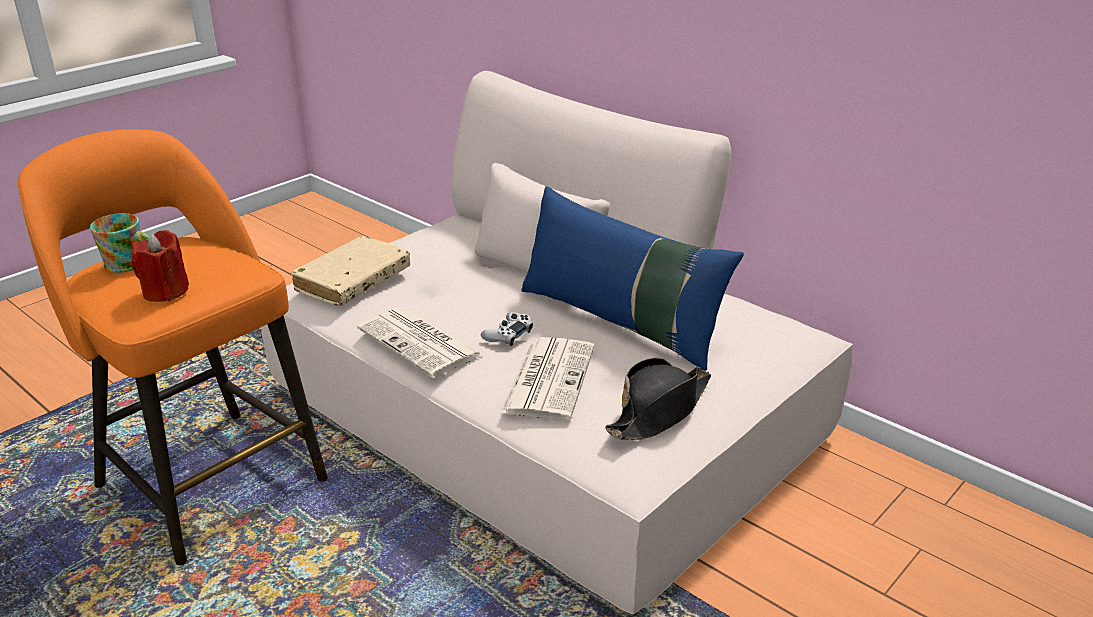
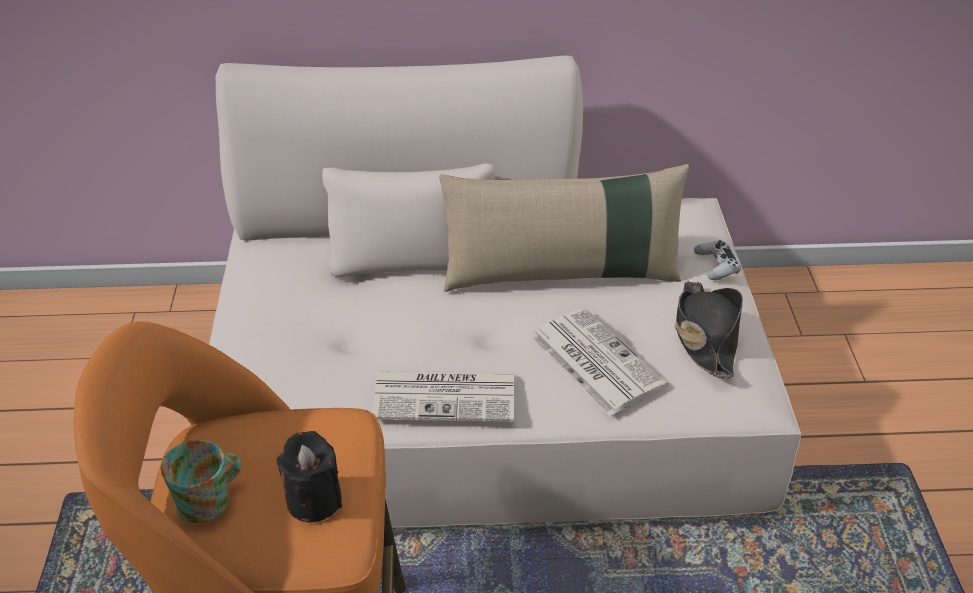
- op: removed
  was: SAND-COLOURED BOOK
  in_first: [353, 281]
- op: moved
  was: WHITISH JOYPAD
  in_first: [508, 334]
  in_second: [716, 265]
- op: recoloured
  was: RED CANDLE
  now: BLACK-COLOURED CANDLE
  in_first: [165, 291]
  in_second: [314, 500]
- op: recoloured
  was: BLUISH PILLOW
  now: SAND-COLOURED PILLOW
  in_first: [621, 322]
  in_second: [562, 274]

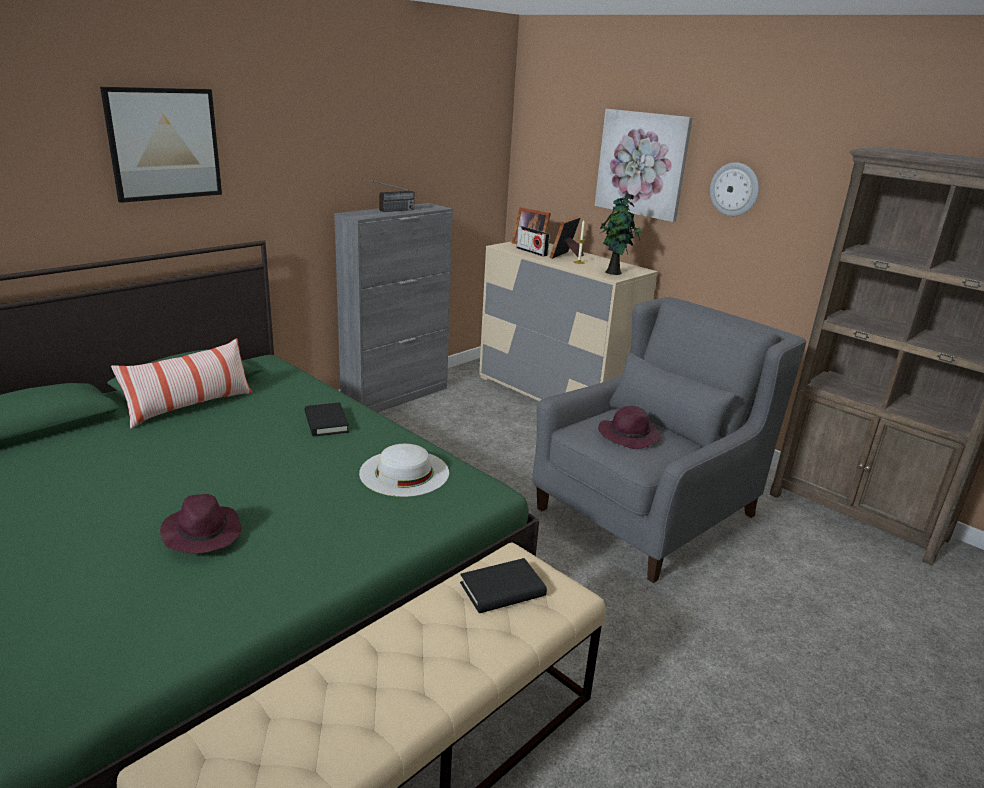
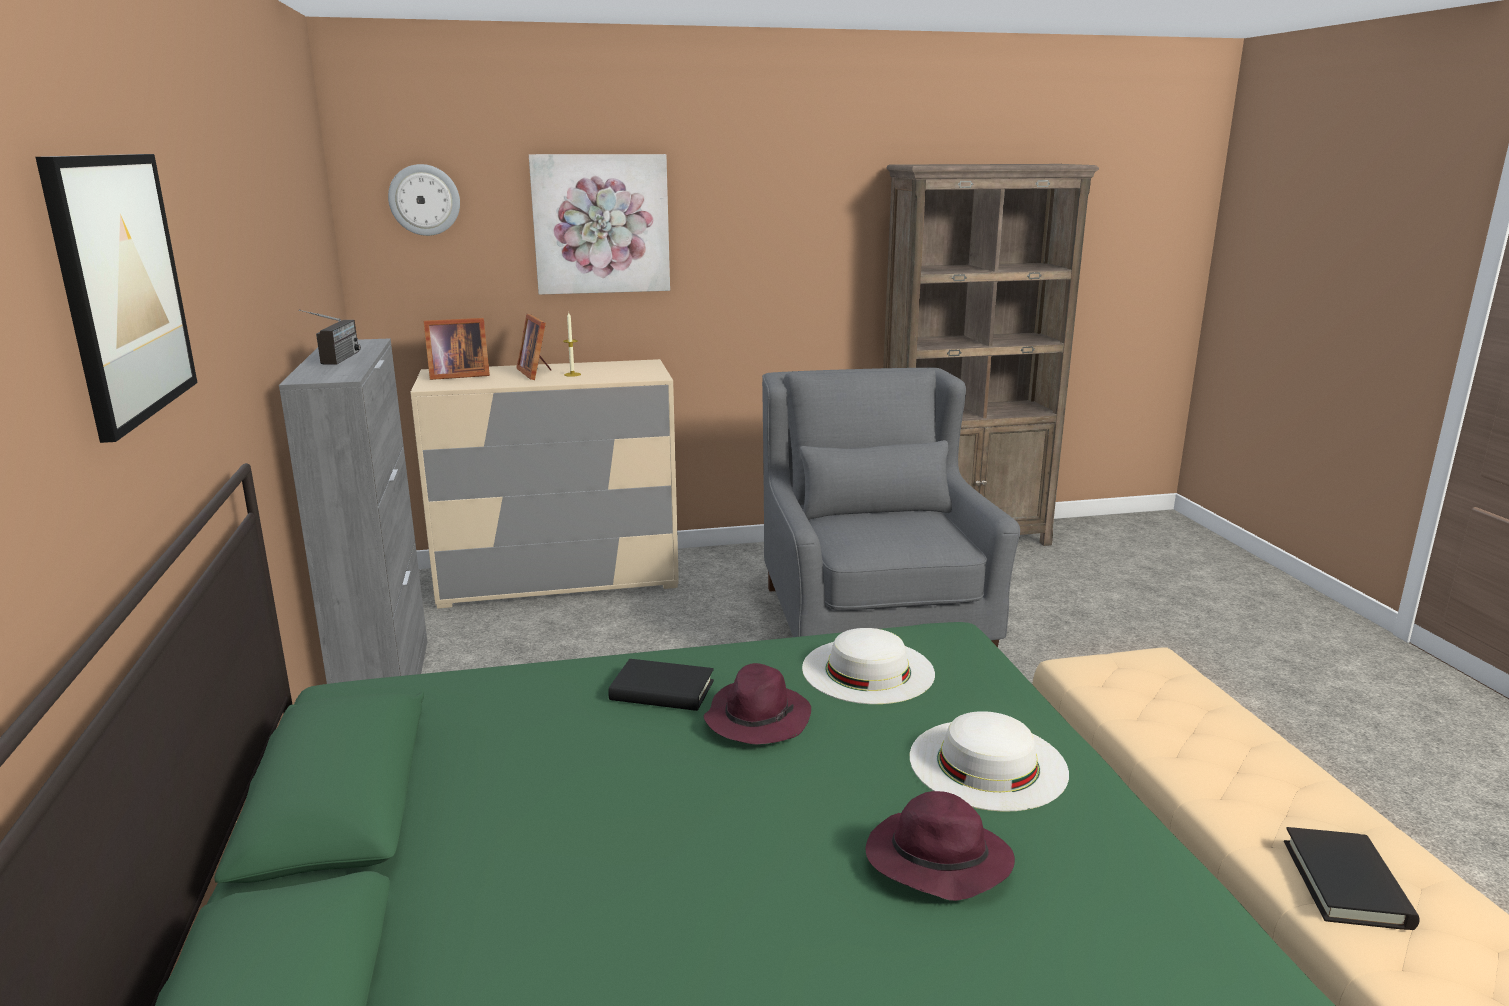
- op: removed
  was: PILLOW
  in_first: [190, 407]
- op: removed
  was: RADIO
  in_first: [531, 252]
- op: removed
  was: POTTED PLANT
  in_first: [614, 273]
- op: added
  now: WHITISH WEARABLE HAT
  in_second: [987, 763]
- op: moved
  was: BLACK-COLOURED BOOK
  in_first: [502, 590]
  in_second: [1346, 884]
- op: moved
  was: PURPLISH WEARABLE HAT
  in_first: [630, 435]
  in_second: [757, 718]
- op: moved
  was: CLOCK ON THE WALL
  in_first: [734, 189]
  in_second: [424, 200]

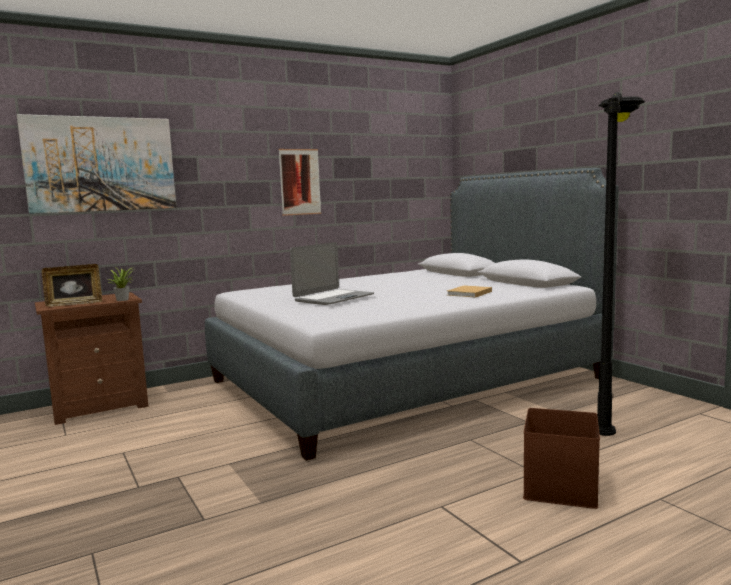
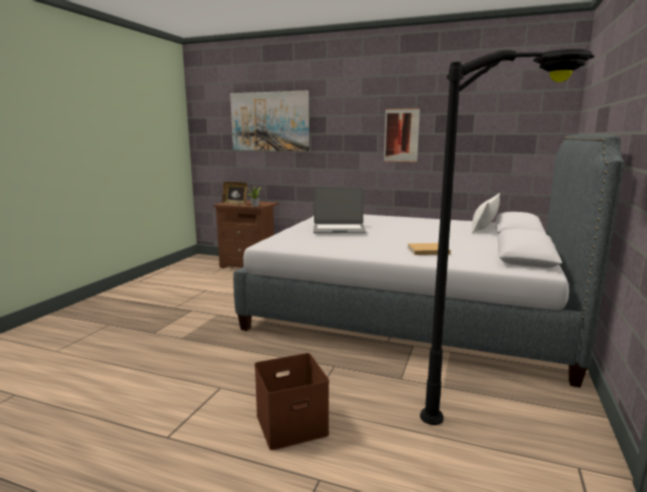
- op: added
  now: WHITISH PILLOW
  in_second: [484, 227]

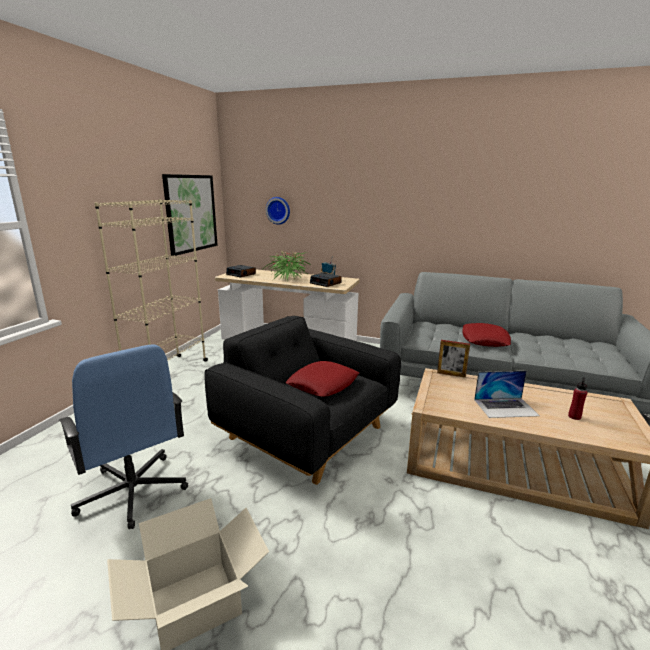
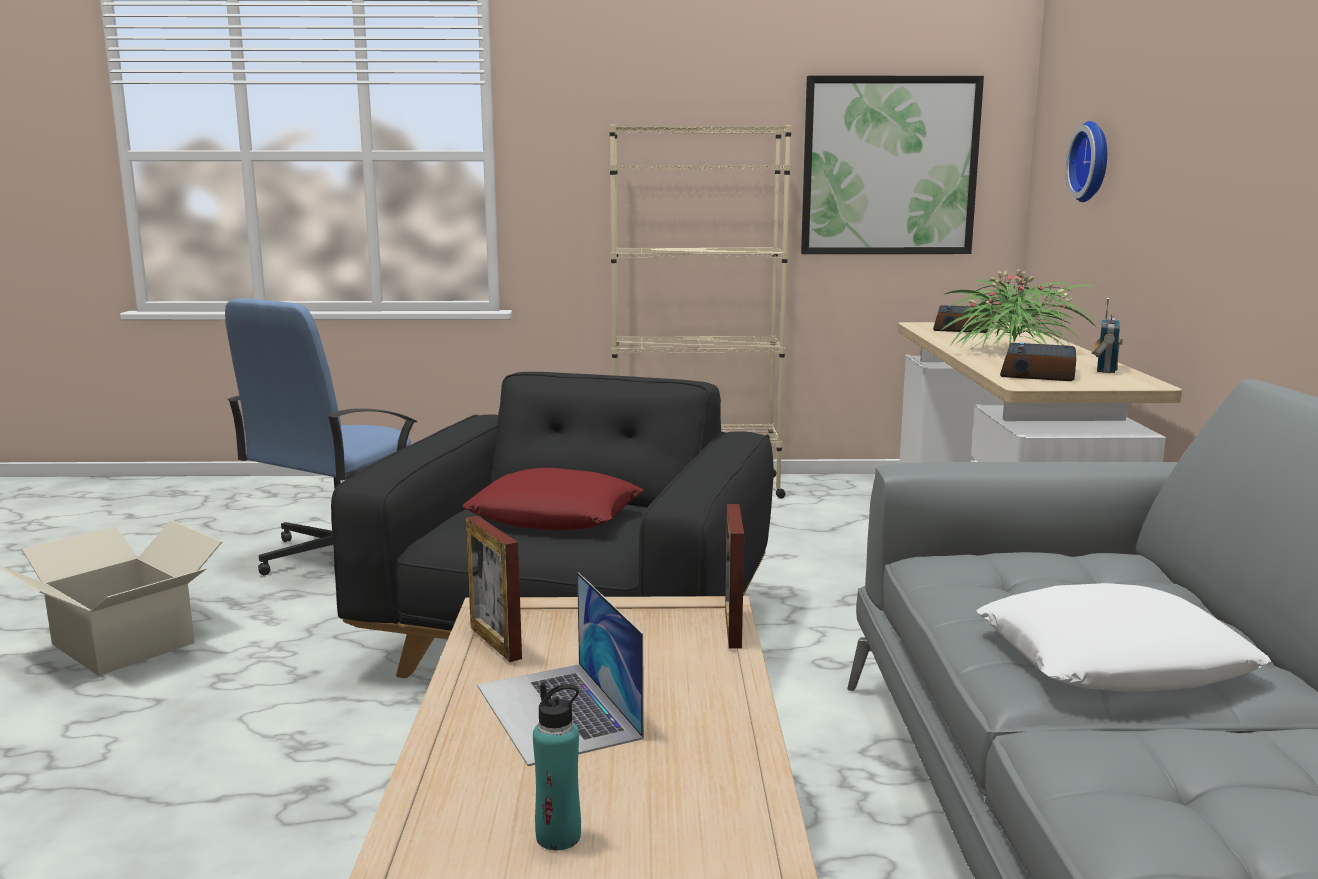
- op: added
  now: PHOTO FRAME
  in_second: [495, 643]
- op: recoloured
  was: RED PILLOW
  now: WHITISH PILLOW
  in_first: [484, 340]
  in_second: [1114, 659]
- op: recoloured
  was: RED BEVERAGE BOTTLE
  now: BLUE-GREEN BEVERAGE BOTTLE
  in_first: [574, 416]
  in_second: [558, 837]

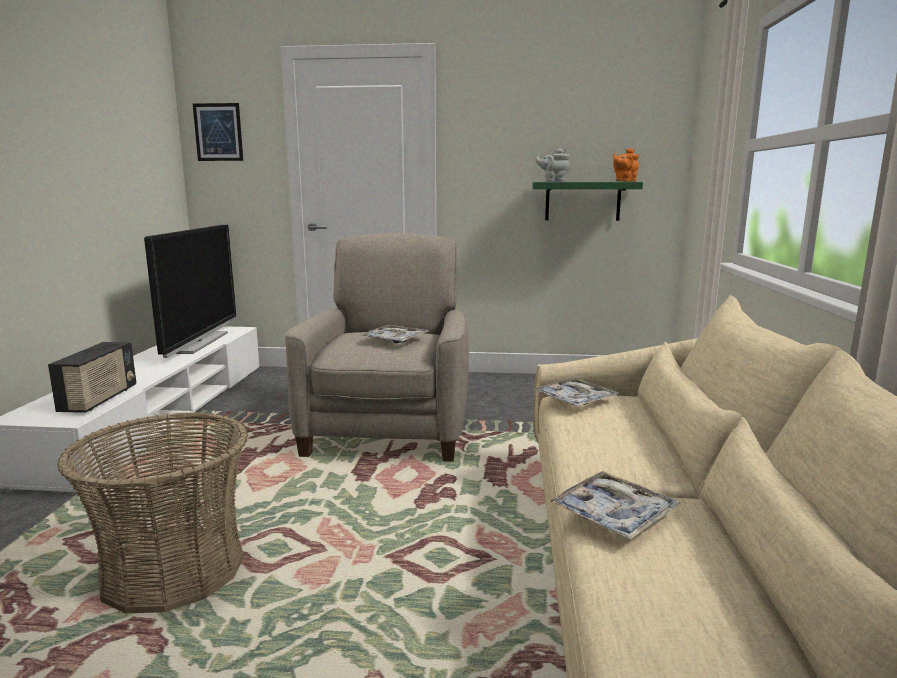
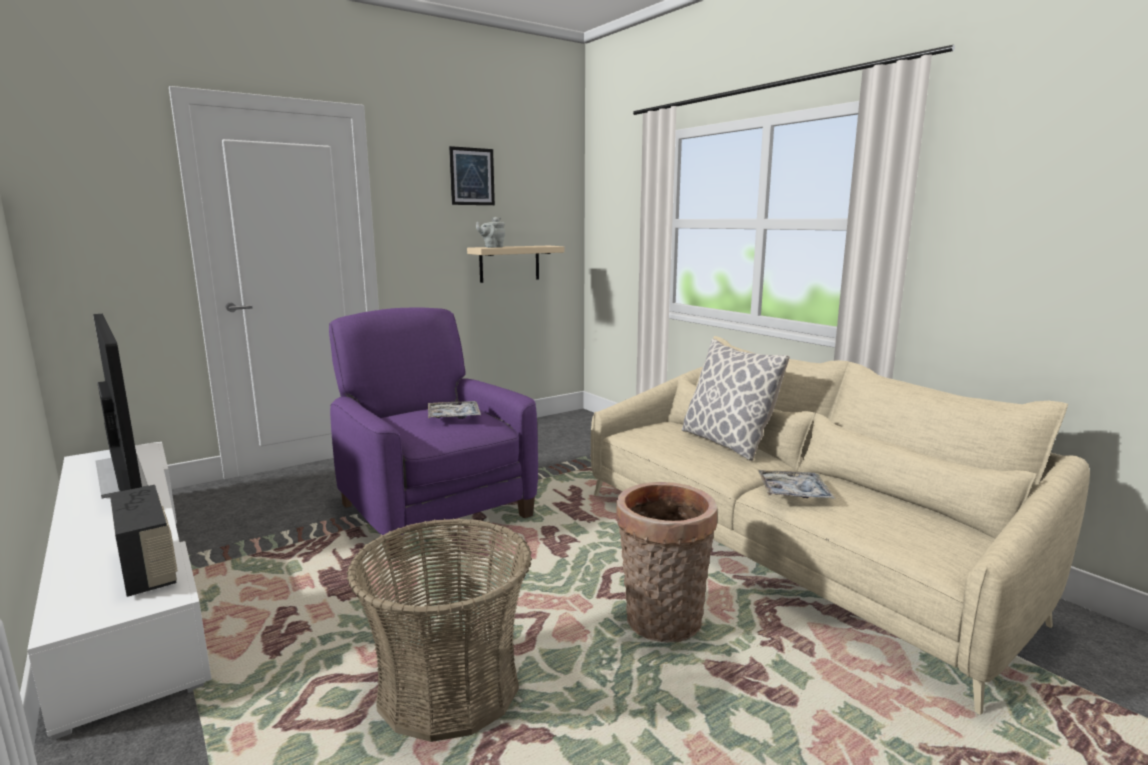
- op: removed
  was: TRAY
  in_first: [575, 400]
- op: removed
  was: ORANGE-COLOURED TEAPOT
  in_first: [624, 181]
- op: added
  now: HOUSEHOLD BASKET
  in_second: [662, 624]
- op: added
  now: PILLOW
  in_second: [726, 443]
- op: moved
  was: WALL PICTURE
  in_first: [218, 132]
  in_second: [472, 176]
- op: recoloured
  was: SAND-COLOURED ARMCHAIR
  now: PURPLISH ARMCHAIR
  in_first: [389, 429]
  in_second: [434, 509]
- op: recoloured
  was: GREEN-COLOURED WALL SHELF
  now: SAND-COLOURED WALL SHELF
  in_first: [582, 201]
  in_second: [509, 263]

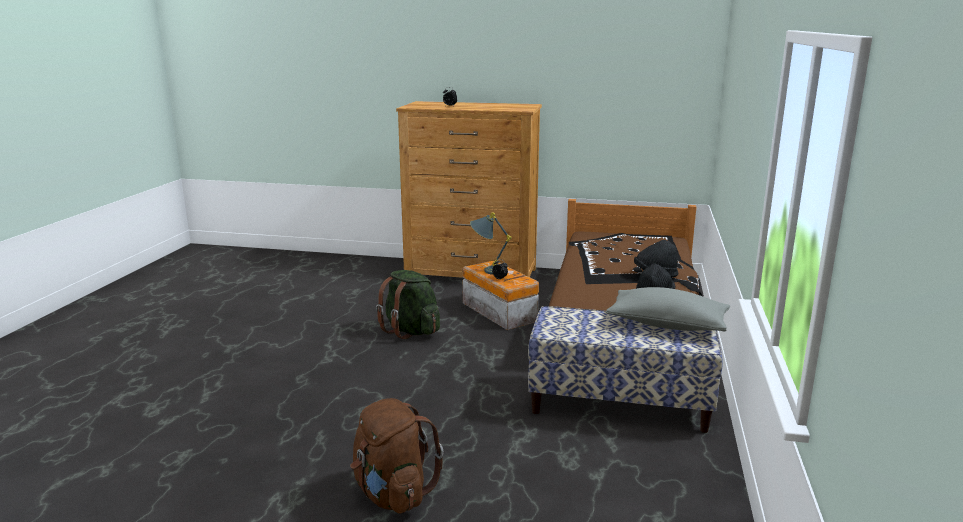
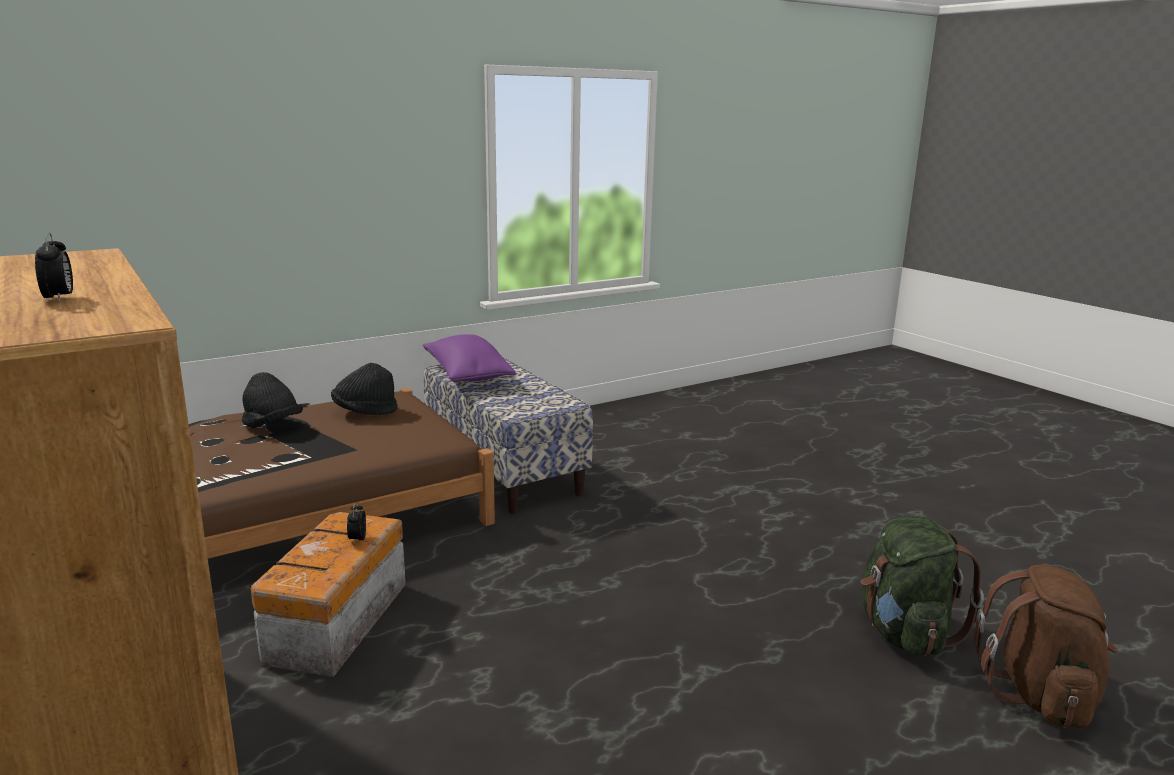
- op: removed
  was: GREYISH TABLE LAMP
  in_first: [487, 270]
- op: moved
  was: BROWNISH BACKPACK
  in_first: [392, 494]
  in_second: [1039, 694]
- op: moved
  was: GREEN-COLOURED BACKPACK
  in_first: [410, 331]
  in_second: [904, 633]
- op: recoloured
  was: GREYISH PILLOW
  now: PURPLISH PILLOW
  in_first: [667, 325]
  in_second: [467, 375]

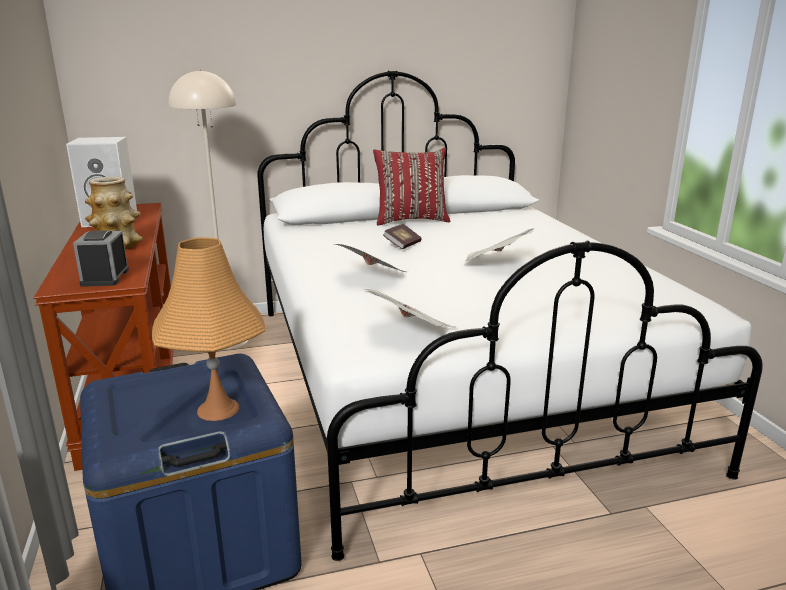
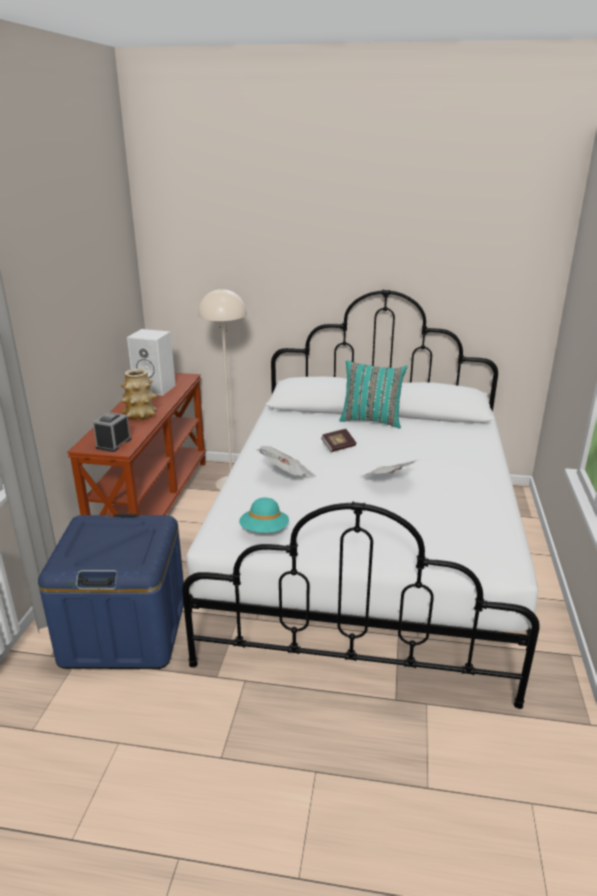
- op: removed
  was: ORANGE-COLOURED TABLE LAMP
  in_first: [218, 409]
- op: replaced
  was: PRINTED PAPER
  now: BLUE-GREEN WEARABLE HAT
  in_first: [410, 332]
  in_second: [264, 531]
- op: recoloured
  was: RED PILLOW
  now: BLUE-GREEN PILLOW
  in_first: [411, 220]
  in_second: [371, 420]

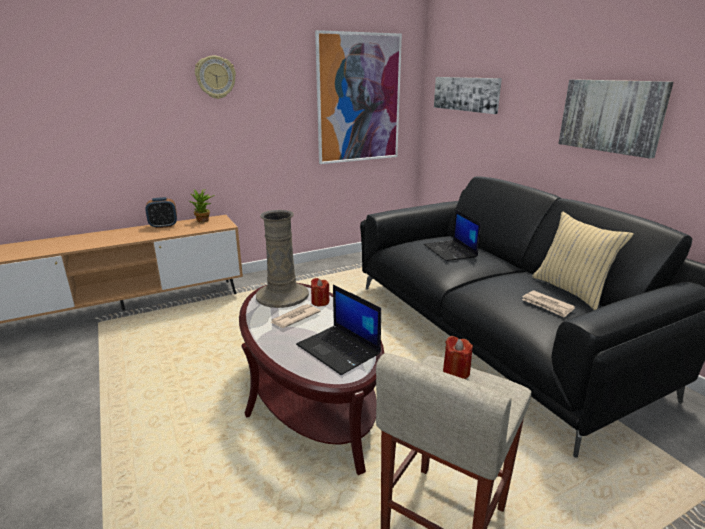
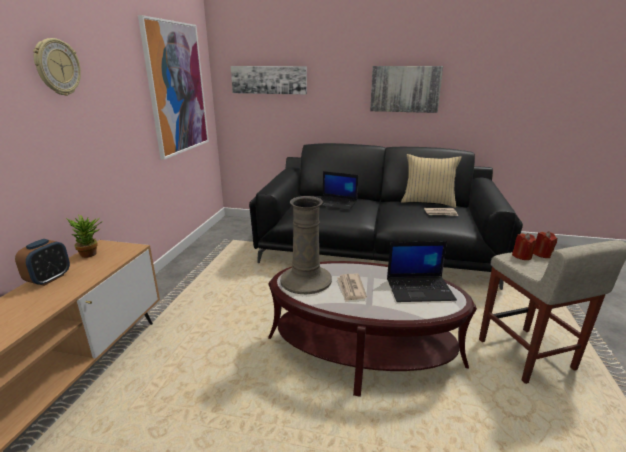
- op: moved
  was: RED CANDLE
  in_first: [320, 302]
  in_second: [542, 254]

